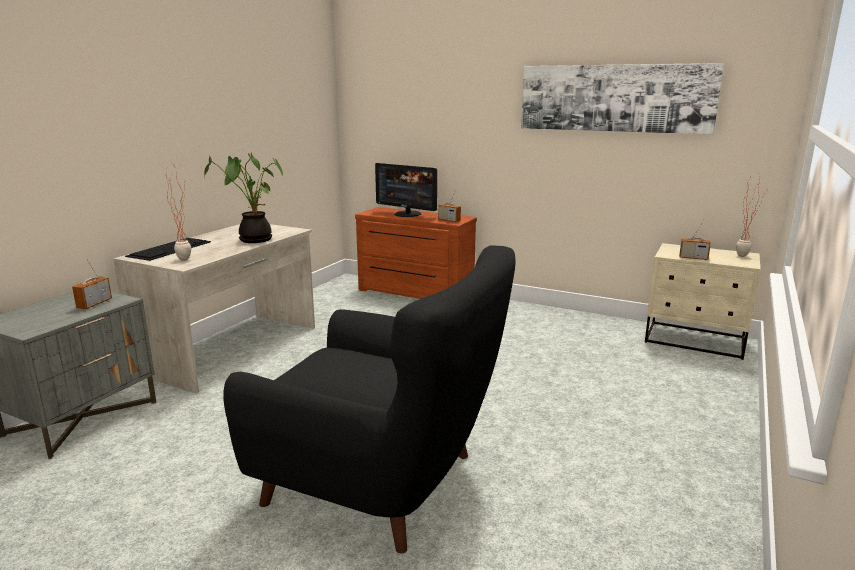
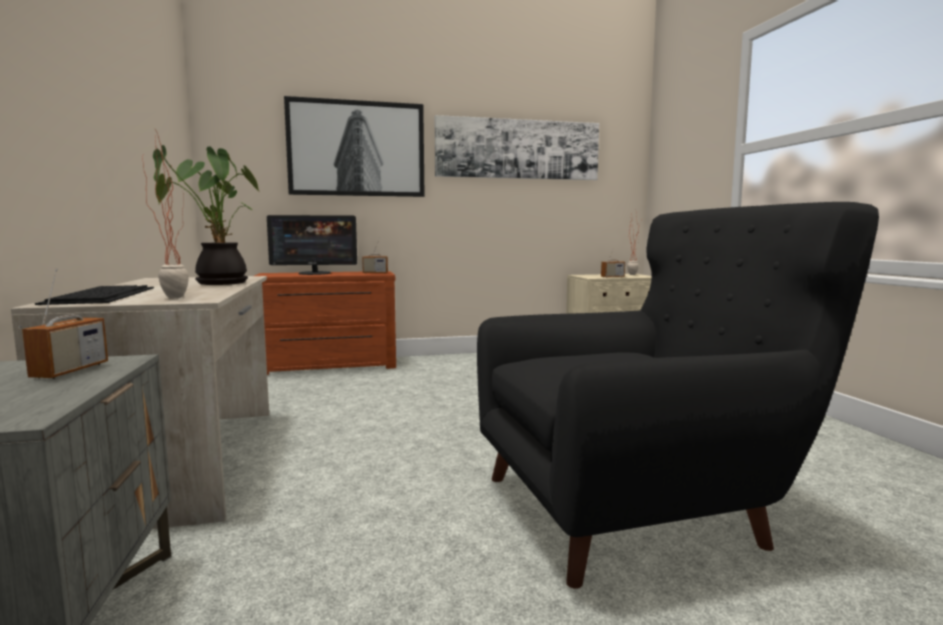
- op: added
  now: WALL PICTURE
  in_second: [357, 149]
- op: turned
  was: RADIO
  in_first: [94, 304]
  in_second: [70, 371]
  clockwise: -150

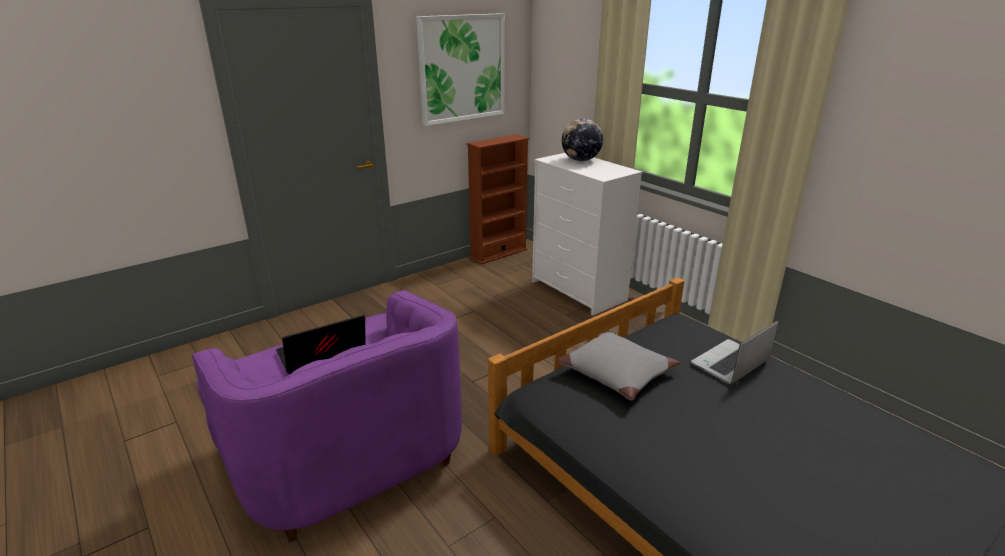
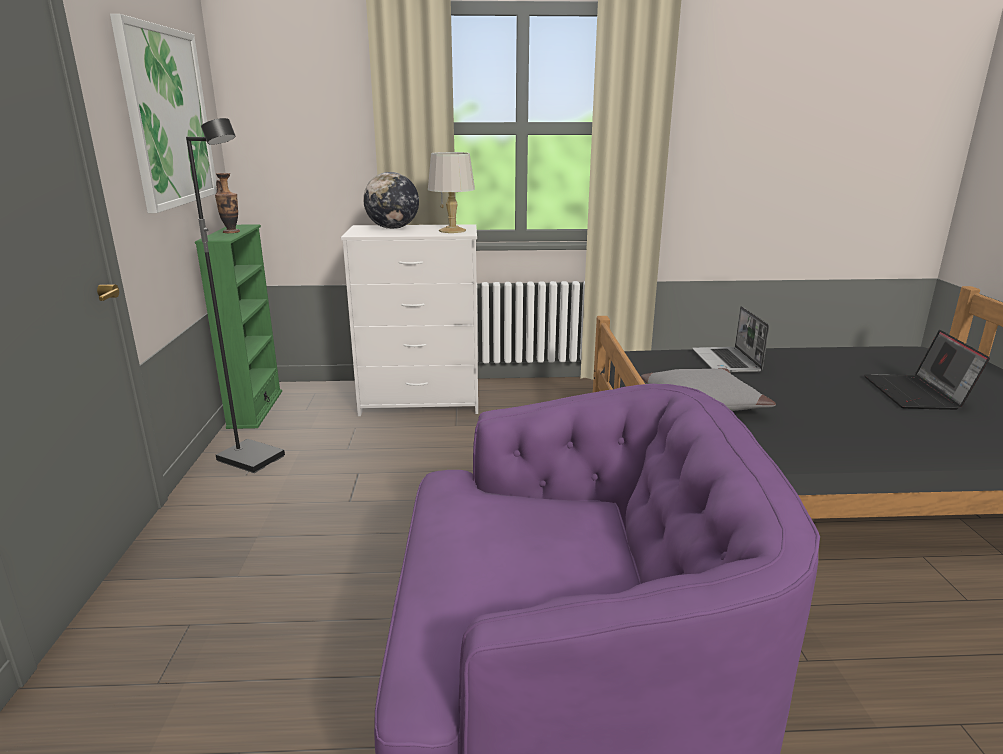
- op: added
  now: BLACK-COLOURED STANDING LAMP
  in_second: [253, 458]
- op: added
  now: DECORATIVE VASE
  in_second: [231, 232]
- op: added
  now: GREYISH TABLE LAMP
  in_second: [453, 231]
- op: moved
  was: PORTABLE COMPUTER
  in_first: [321, 356]
  in_second: [917, 394]
- op: recoloured
  was: BROWNISH SHELVING UNIT
  now: GREEN-COLOURED SHELVING UNIT
  in_first: [498, 253]
  in_second: [255, 409]

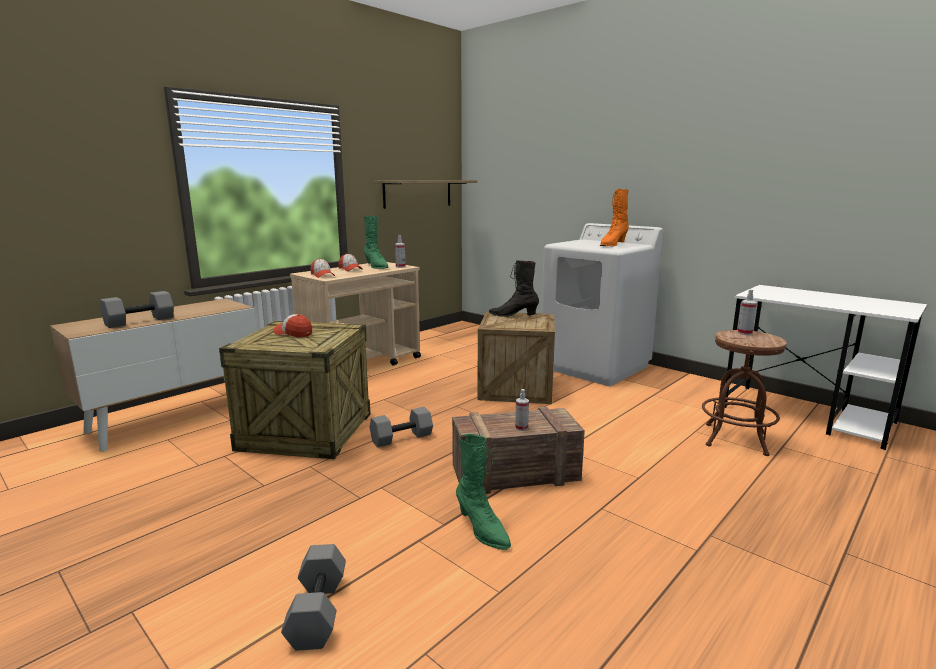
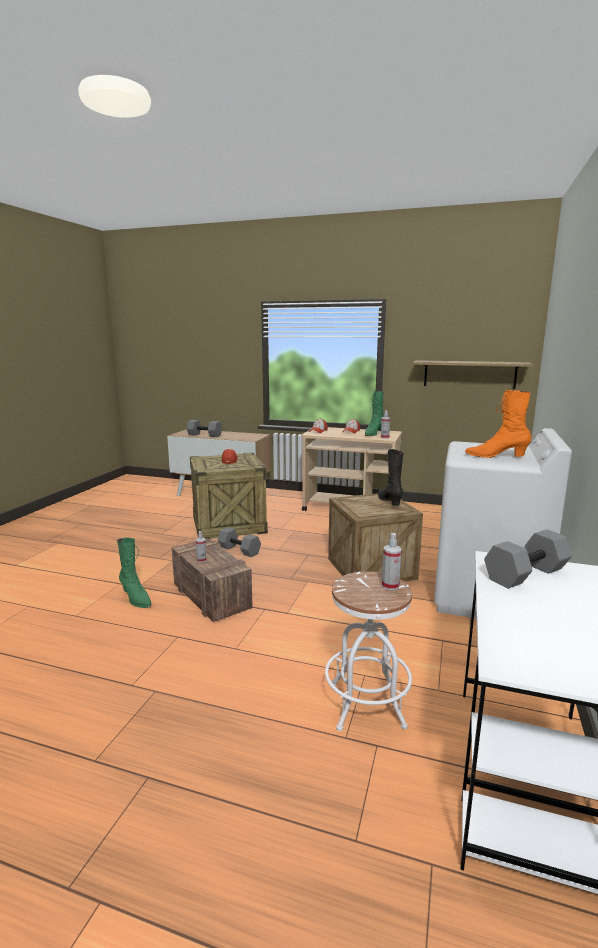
- op: moved
  was: GREYISH DUMBBELL
  in_first: [316, 610]
  in_second: [525, 573]
- op: recoloured
  was: BROWNISH STOOL
  now: WHITISH STOOL
  in_first: [735, 439]
  in_second: [366, 705]
- op: turned
  was: GREEN-COLOURED TALL BOOT
  in_first: [482, 529]
  in_second: [136, 598]
  clockwise: -75

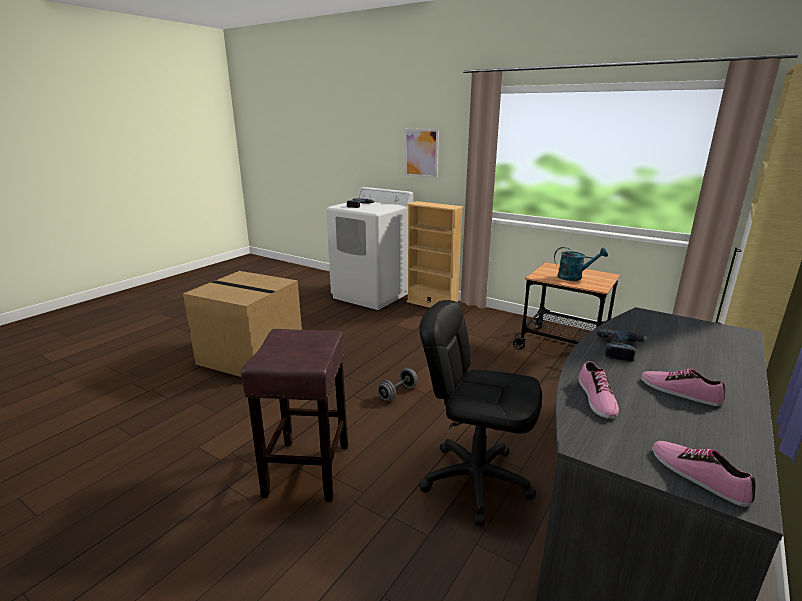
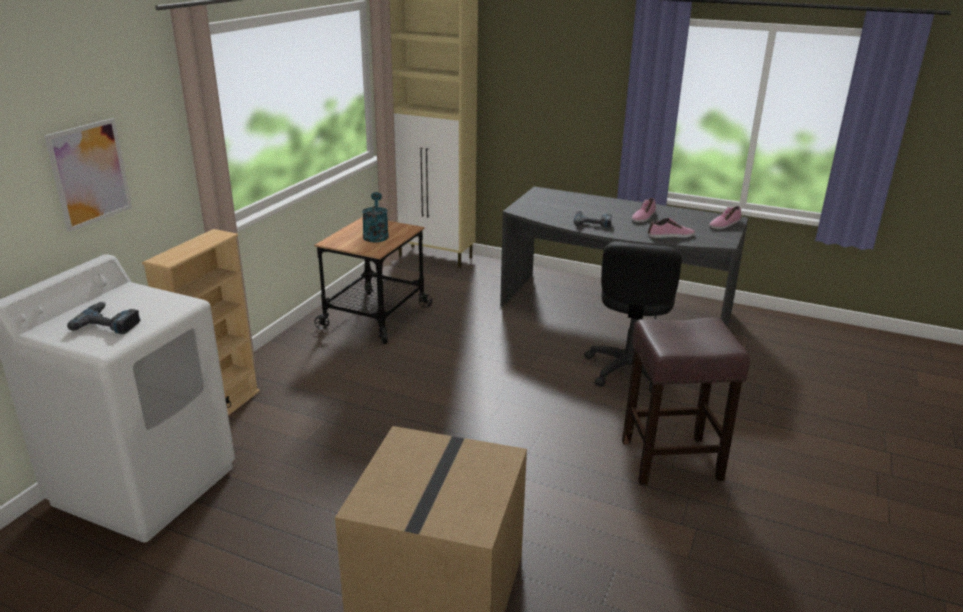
- op: removed
  was: GREYISH DUMBBELL
  in_first: [398, 393]

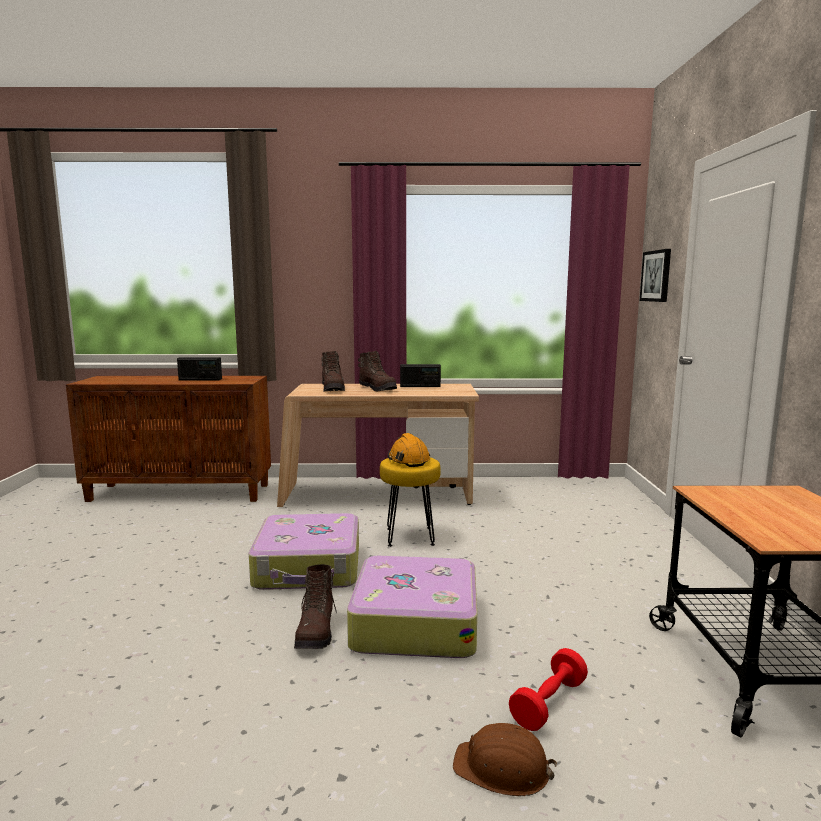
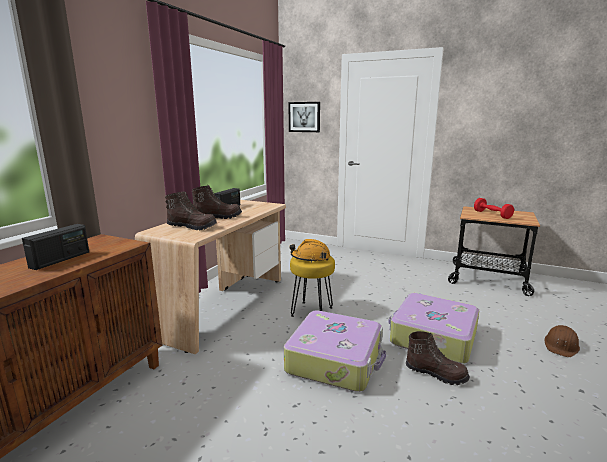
- op: moved
  was: RED DUMBBELL
  in_first: [548, 703]
  in_second: [492, 214]

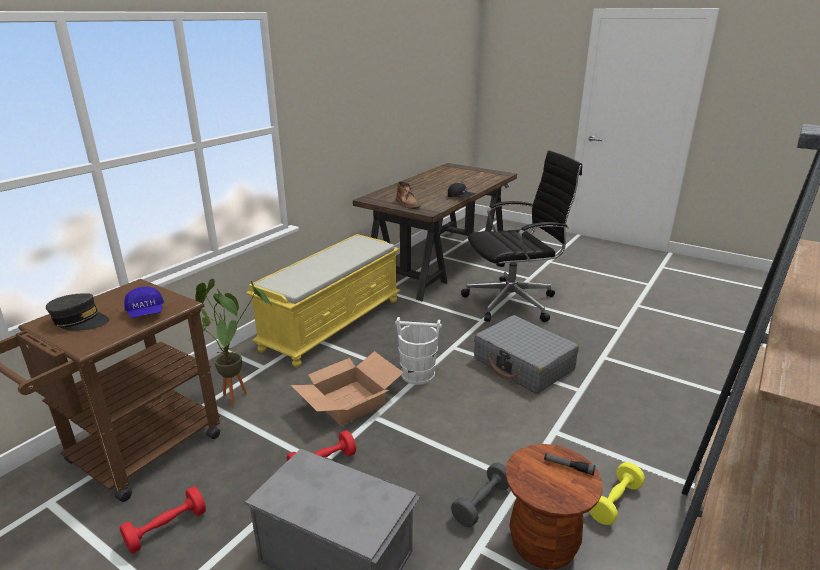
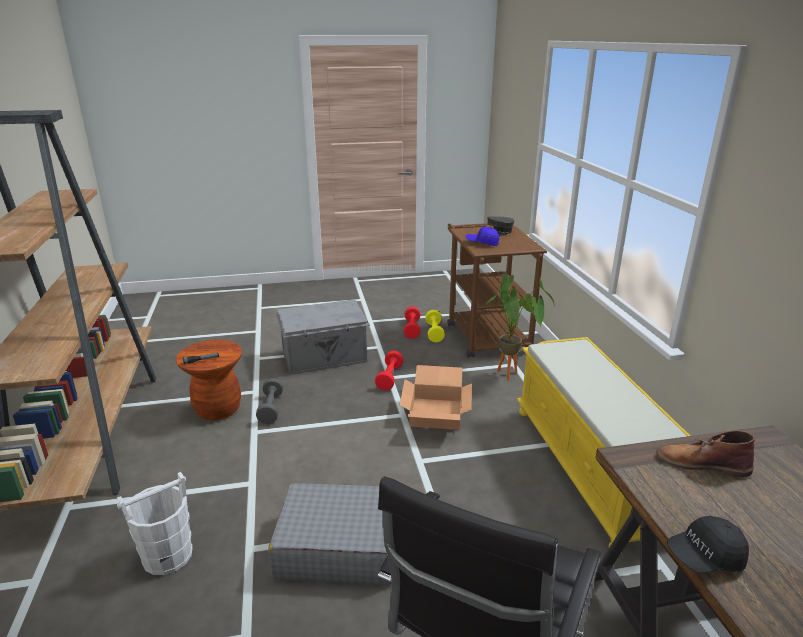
- op: moved
  was: WHITISH PAIL
  in_first: [418, 374]
  in_second: [167, 556]
- op: moved
  was: YELLOW DUMBBELL
  in_first: [614, 502]
  in_second: [434, 332]

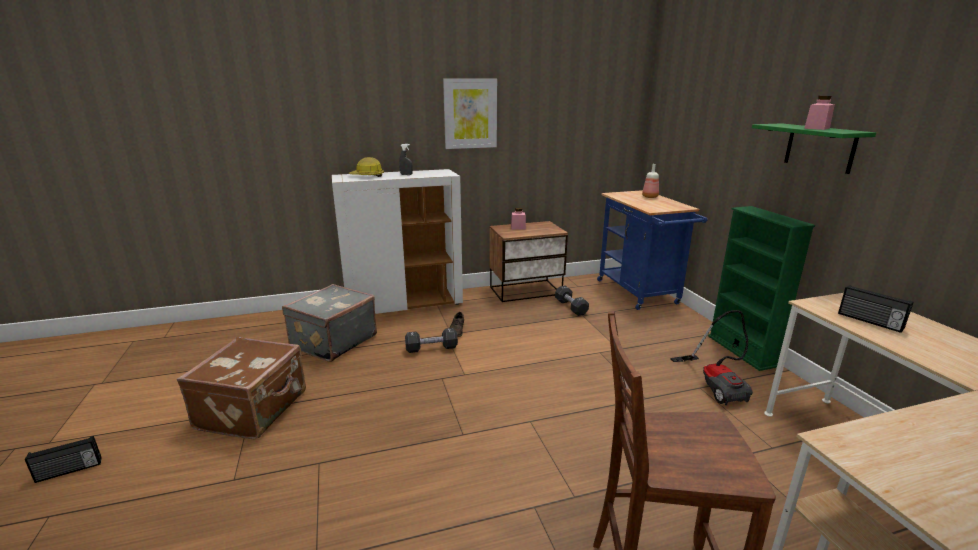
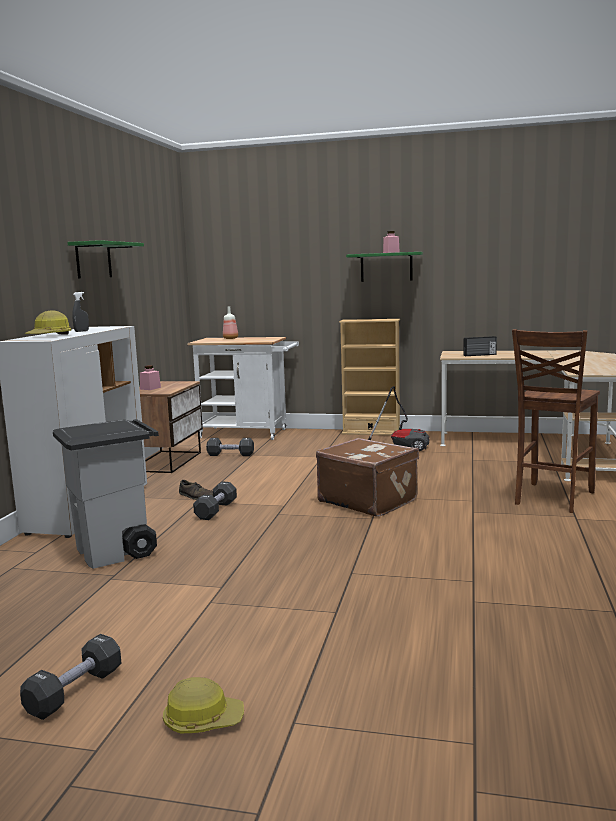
- op: added
  now: BLACK-COLOURED DUMBBELL
  in_second: [75, 691]
- op: moved
  was: BROWNISH PIECE OF LUGGAGE
  in_first: [254, 410]
  in_second: [368, 500]
- op: replaced
  was: RADIO
  now: SAFETY HELMET
  in_first: [69, 471]
  in_second: [203, 720]
- op: replaced
  was: GREYISH PIECE OF LUGGAGE
  now: GREYISH RUBBISH BIN
  in_first: [332, 341]
  in_second: [116, 551]
- op: replaced
  was: WALL PICTURE
  now: GREEN-COLOURED WALL SHELF
  in_first: [470, 114]
  in_second: [93, 260]
- op: recoloured
  was: BLUISH WHEELED CART
  now: WHITISH WHEELED CART
  in_first: [640, 294]
  in_second: [249, 433]
- op: recoloured
  was: GREEN-COLOURED SHELVING UNIT
  now: SAND-COLOURED SHELVING UNIT
  in_first: [742, 351]
  in_second: [371, 432]

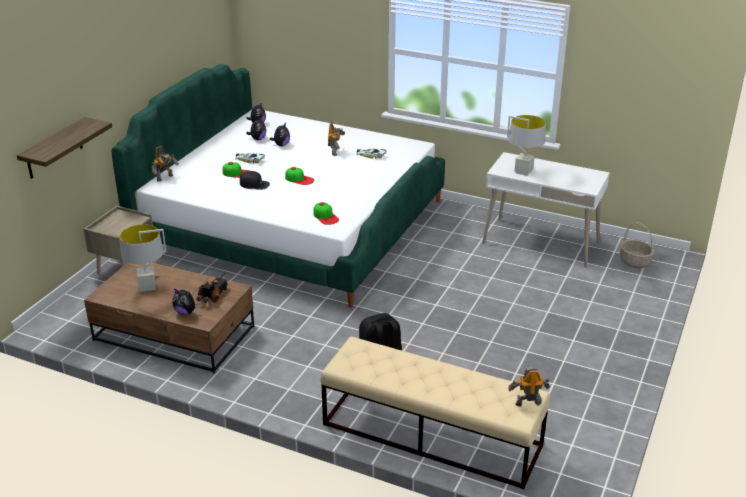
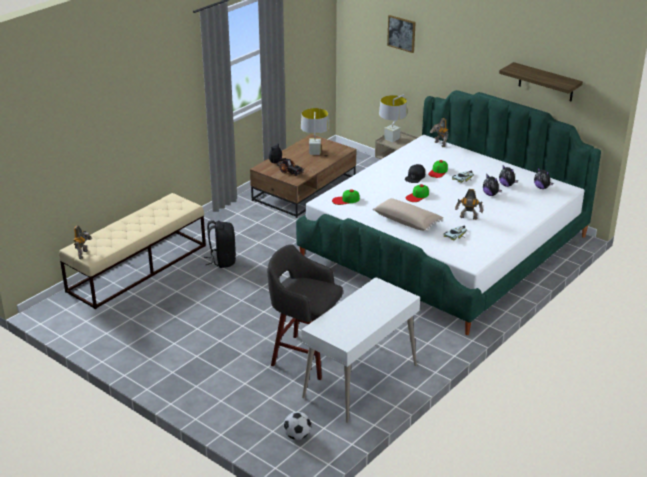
- op: added
  now: GREYISH STOOL
  in_second: [304, 356]
- op: added
  now: SAND-COLOURED PILLOW
  in_second: [407, 221]
- op: added
  now: WALL PICTURE
  in_second: [401, 33]
- op: moved
  was: WALL SHELF
  in_first: [54, 149]
  in_second: [546, 82]
- op: moved
  was: GREYISH TABLE LAMP
  in_first: [523, 171]
  in_second: [392, 139]
- op: replaced
  was: HOUSEHOLD BASKET
  now: BALL FOR FOOTBALL
  in_first: [635, 262]
  in_second: [297, 436]

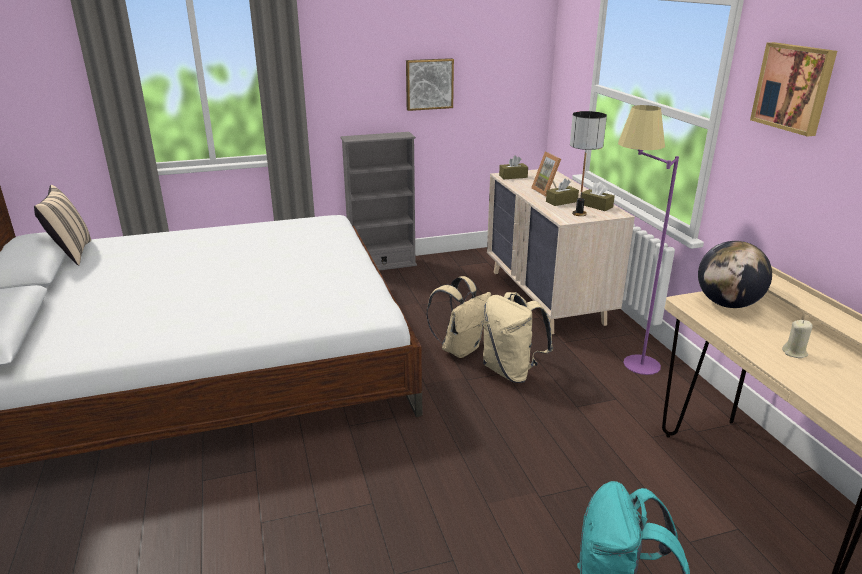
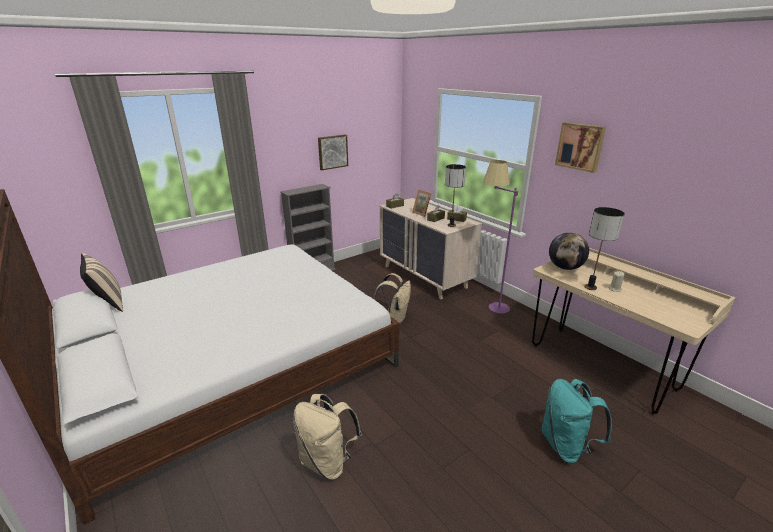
- op: added
  now: TABLE LAMP
  in_second: [590, 287]
- op: moved
  was: SAND-COLOURED BACKPACK
  in_first: [511, 371]
  in_second: [327, 461]

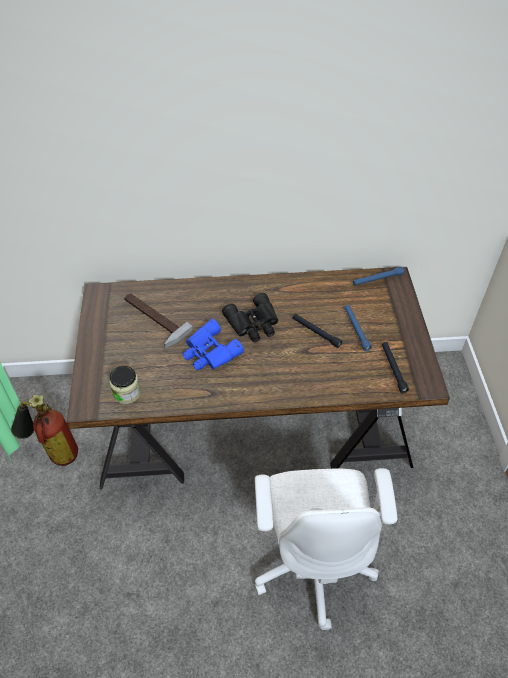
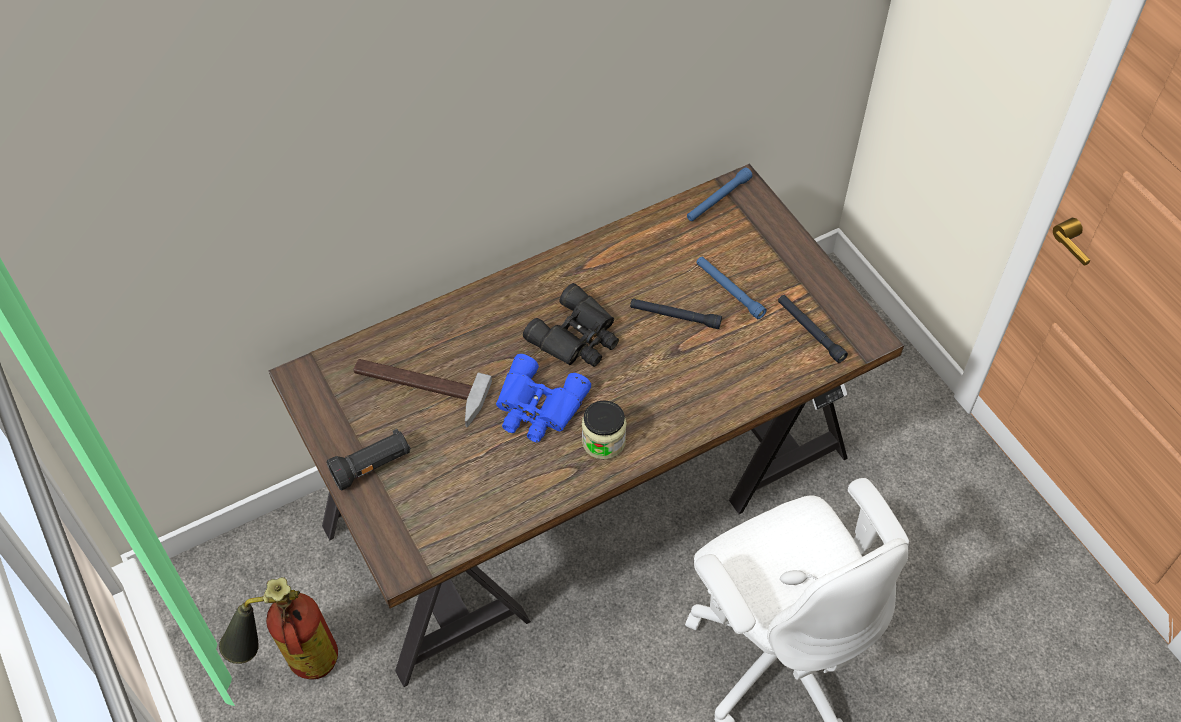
- op: added
  now: BLACK-COLOURED HAND TORCH
  in_second: [372, 466]
- op: moved
  was: JAR
  in_first: [127, 393]
  in_second: [603, 441]

